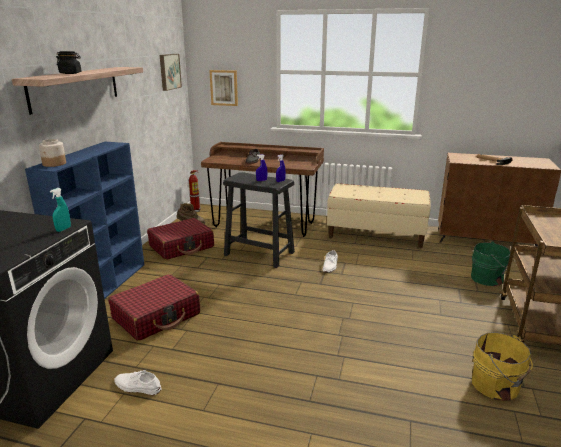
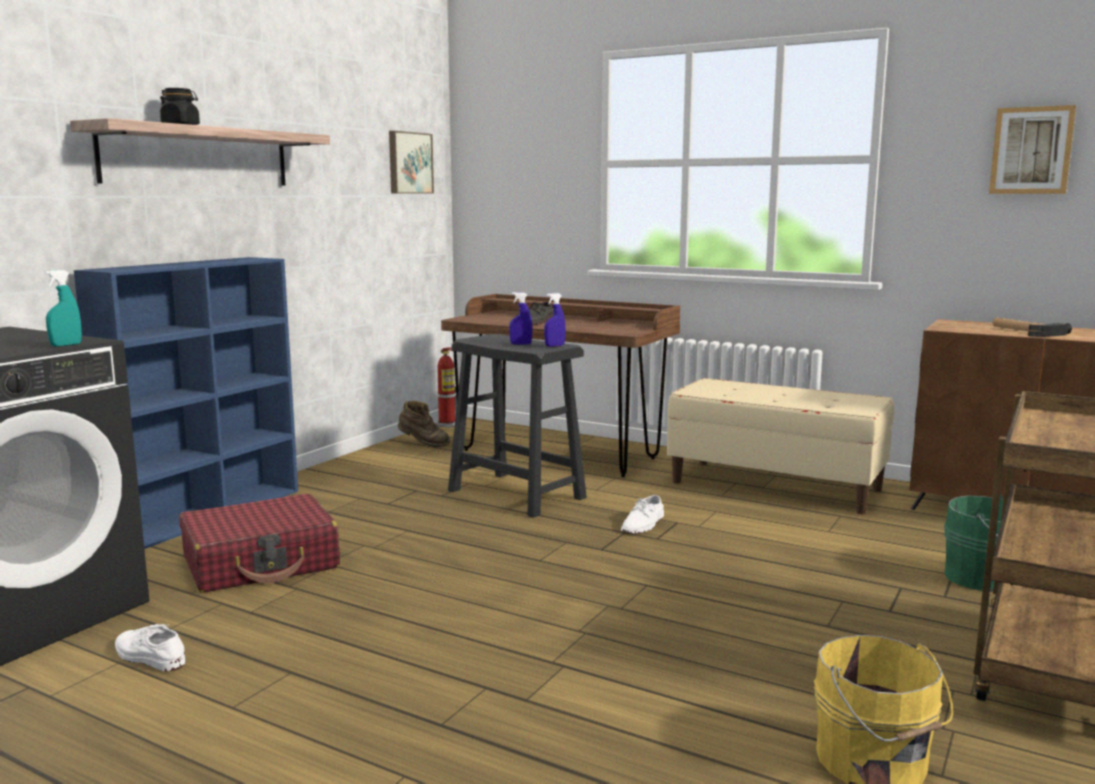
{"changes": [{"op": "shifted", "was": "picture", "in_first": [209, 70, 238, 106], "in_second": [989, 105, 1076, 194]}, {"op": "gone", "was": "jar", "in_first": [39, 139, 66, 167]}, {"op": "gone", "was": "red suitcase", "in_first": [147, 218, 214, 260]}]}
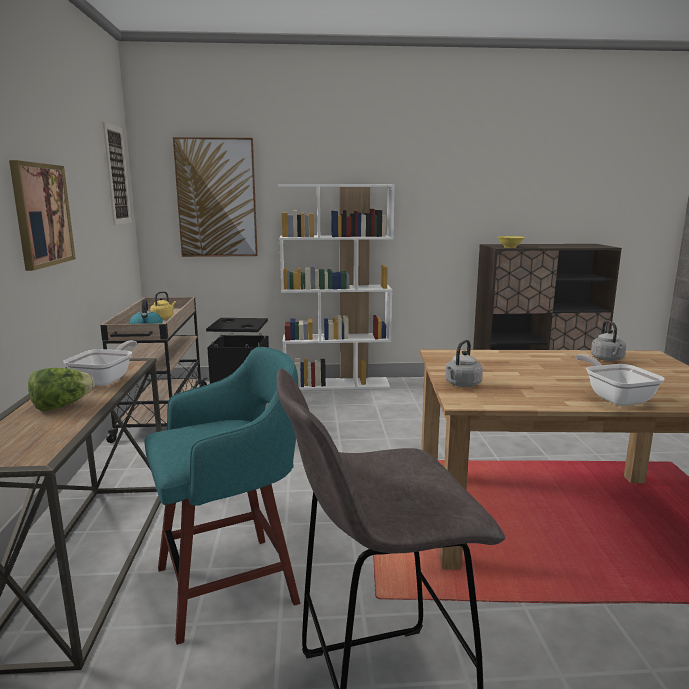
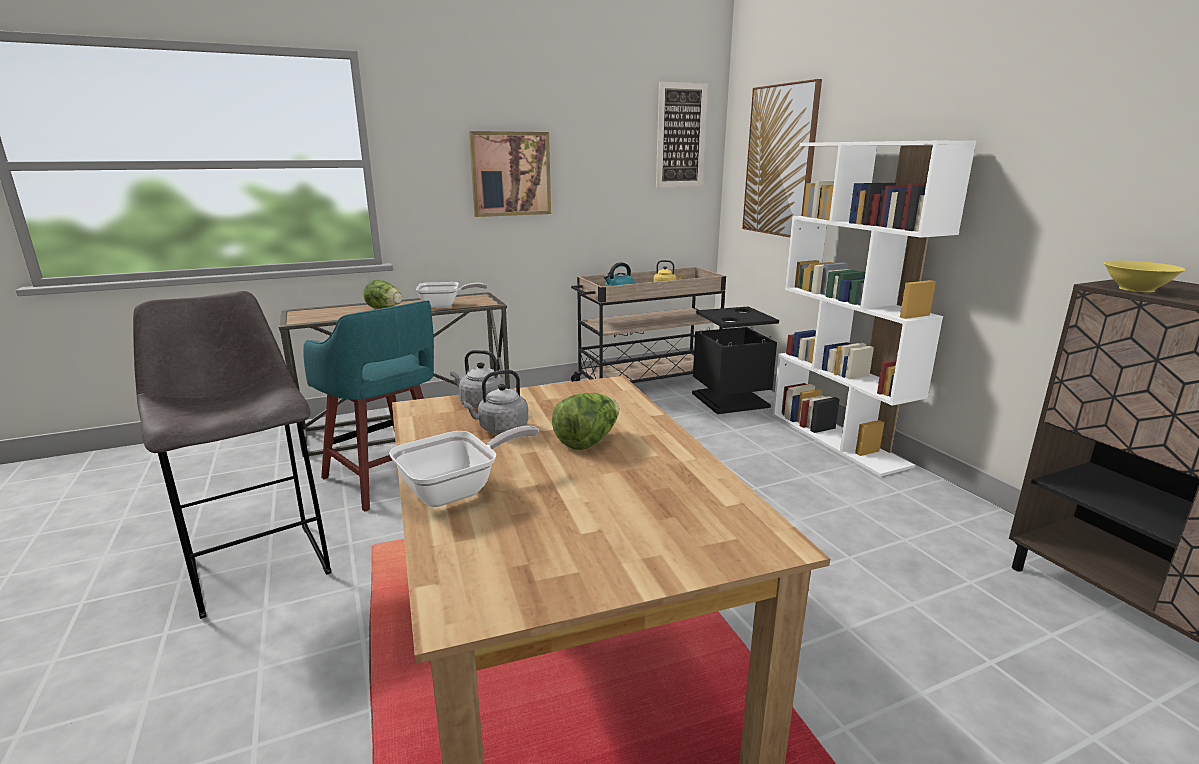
{"changes": [{"op": "shifted", "was": "grey kettle", "in_first": [591, 320, 626, 361], "in_second": [462, 370, 529, 434]}, {"op": "new", "now": "lettuce", "in_second": [552, 393, 619, 450]}]}
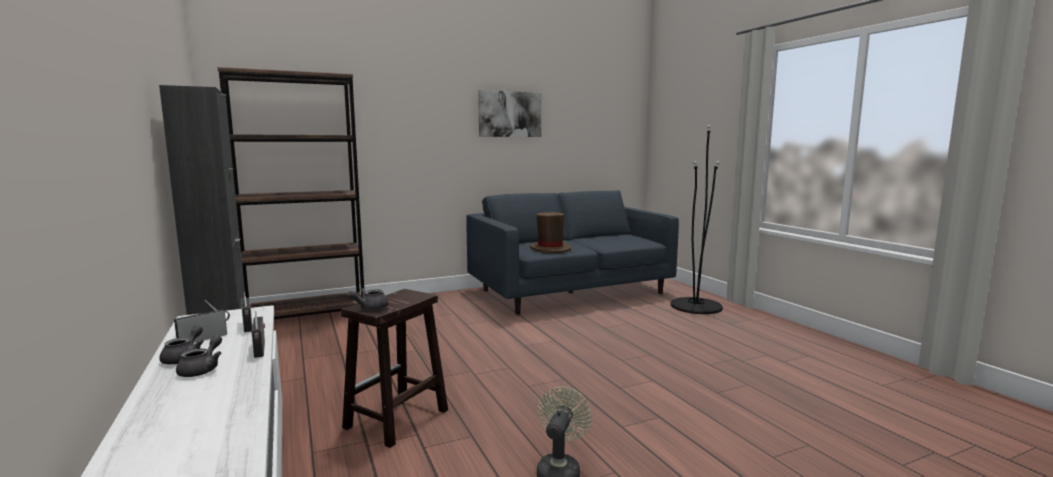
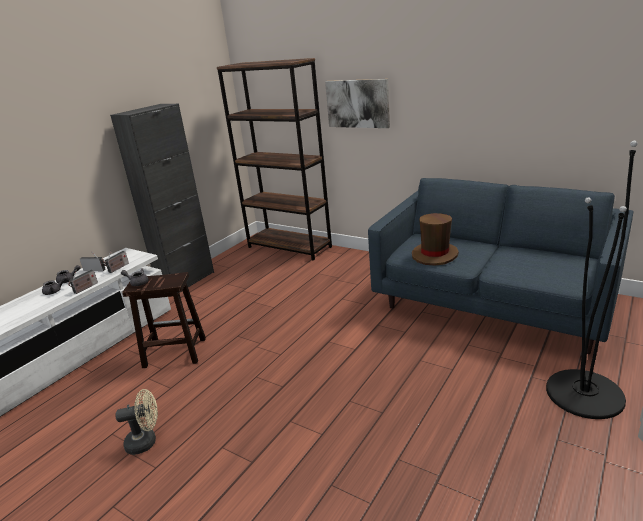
{"changes": [{"op": "shifted", "was": "picture", "in_first": [478, 90, 541, 137], "in_second": [325, 79, 390, 128]}]}
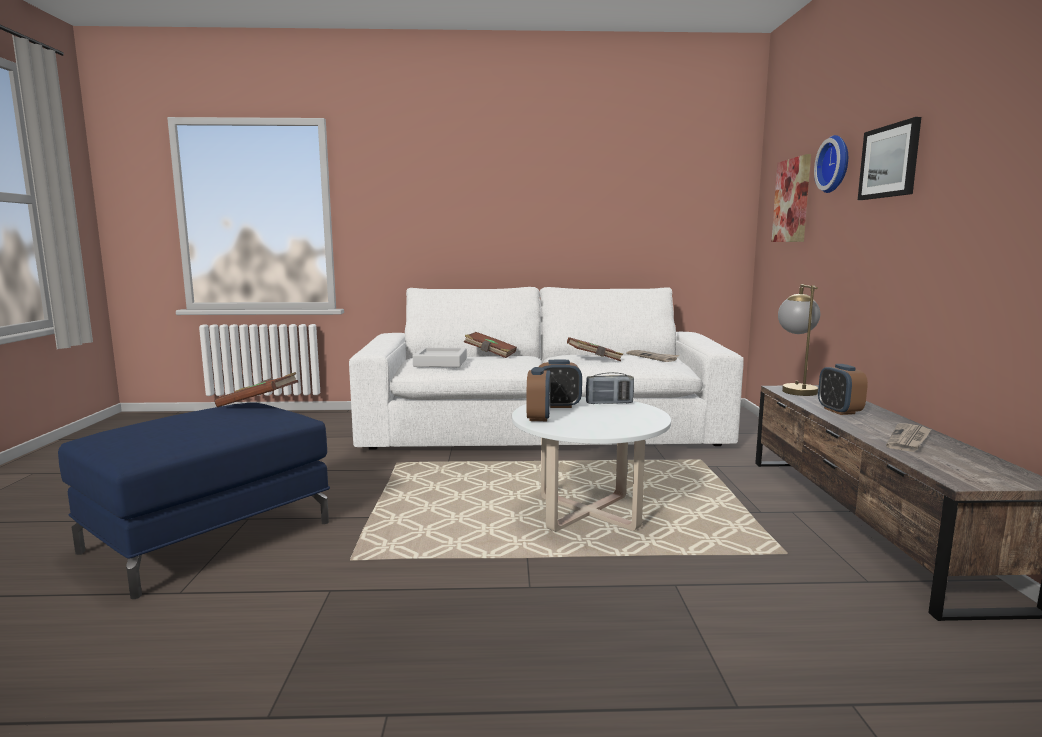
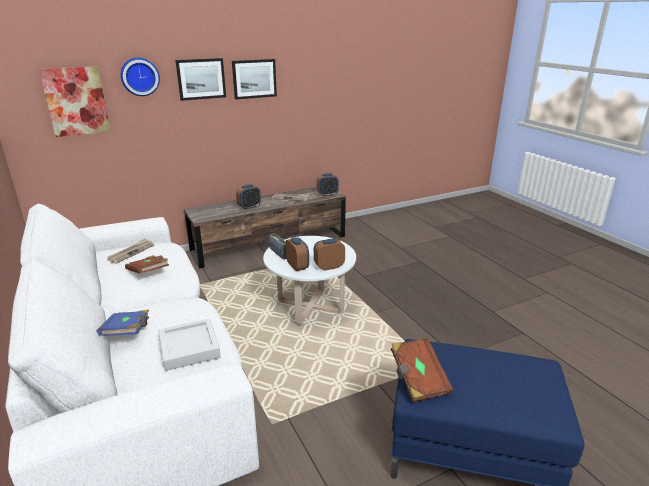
{"changes": [{"op": "repainted", "was": "brown book", "now": "blue book", "in_first": [464, 332, 517, 358], "in_second": [97, 310, 149, 337]}, {"op": "new", "now": "picture", "in_second": [232, 59, 277, 100]}, {"op": "new", "now": "alarm clock", "in_second": [316, 173, 339, 197]}, {"op": "gone", "was": "table lamp", "in_first": [778, 284, 820, 396]}]}
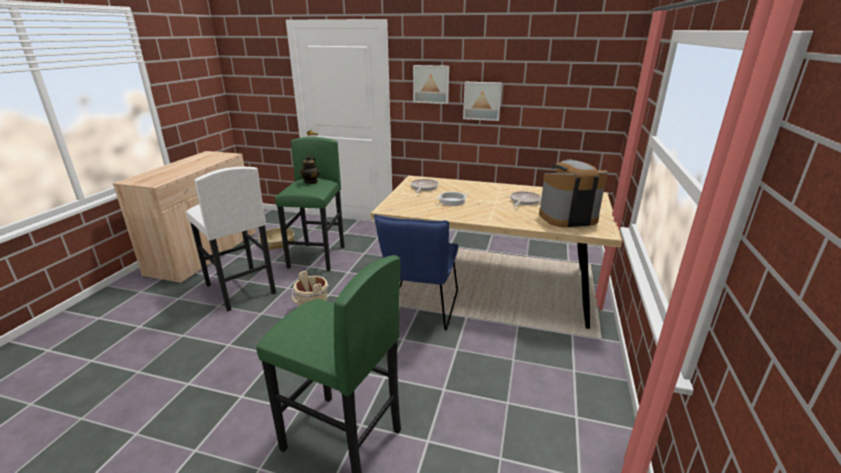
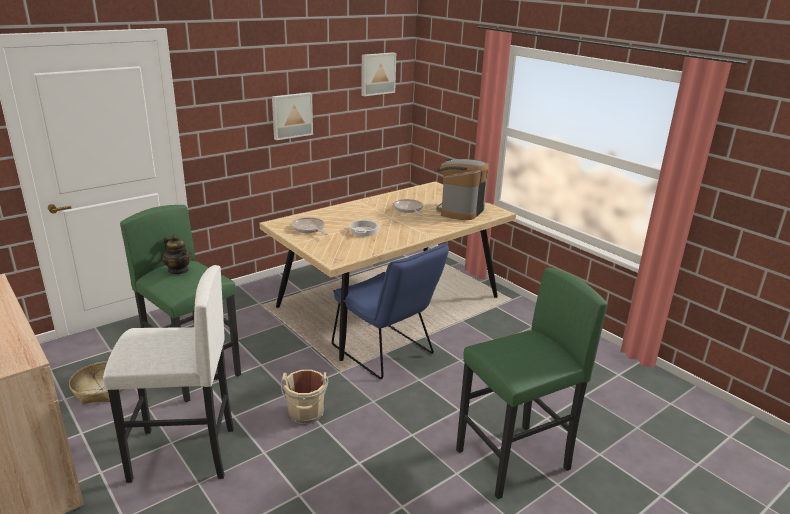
{"changes": [{"op": "shifted", "was": "picture", "in_first": [413, 65, 449, 104], "in_second": [361, 52, 396, 96]}]}
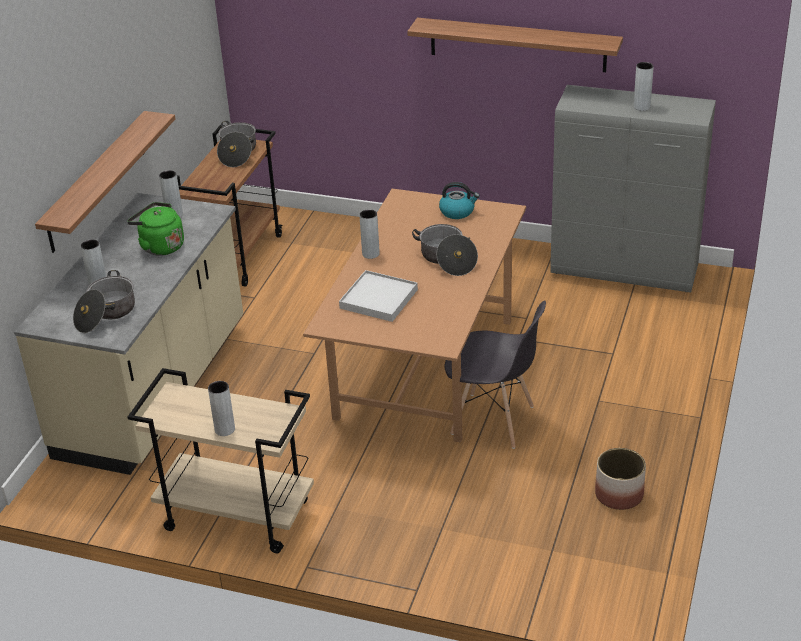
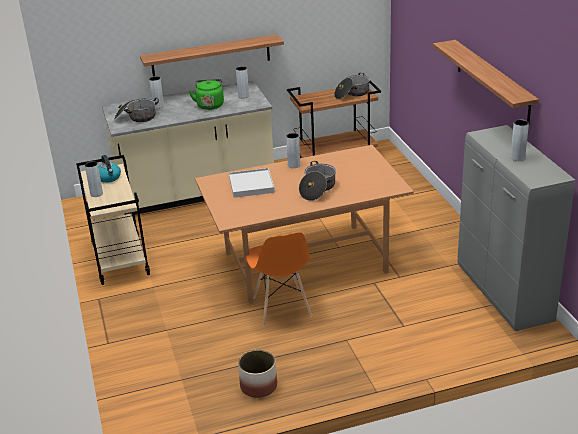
{"changes": [{"op": "shifted", "was": "kettle", "in_first": [439, 182, 480, 219], "in_second": [98, 155, 121, 183]}, {"op": "repainted", "was": "grey chair", "now": "orange chair", "in_first": [444, 300, 546, 449], "in_second": [246, 232, 312, 326]}]}
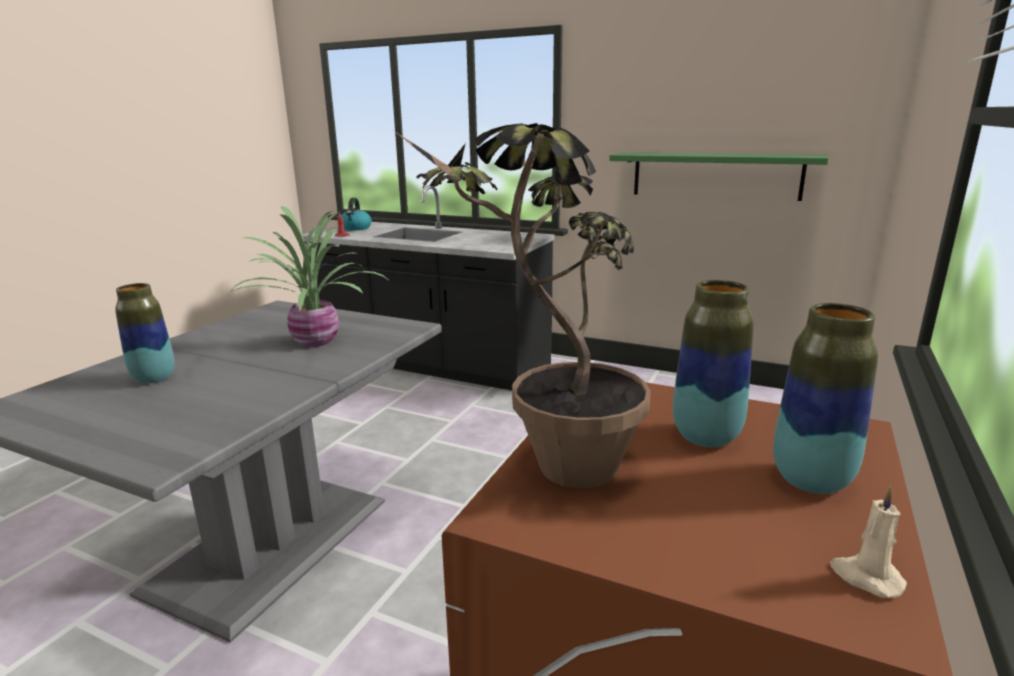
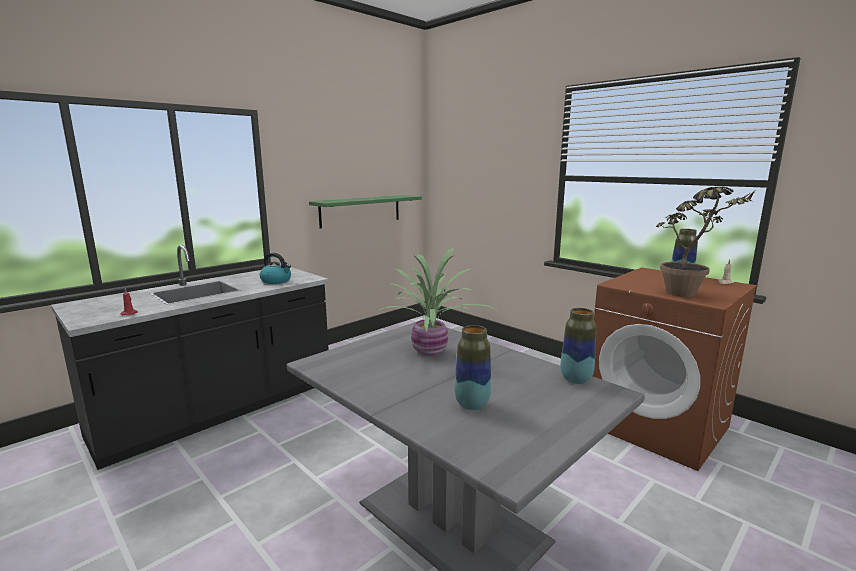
{"changes": [{"op": "shifted", "was": "kettle", "in_first": [341, 198, 372, 230], "in_second": [259, 253, 291, 284]}, {"op": "shifted", "was": "vase", "in_first": [673, 280, 754, 447], "in_second": [560, 308, 596, 384]}]}
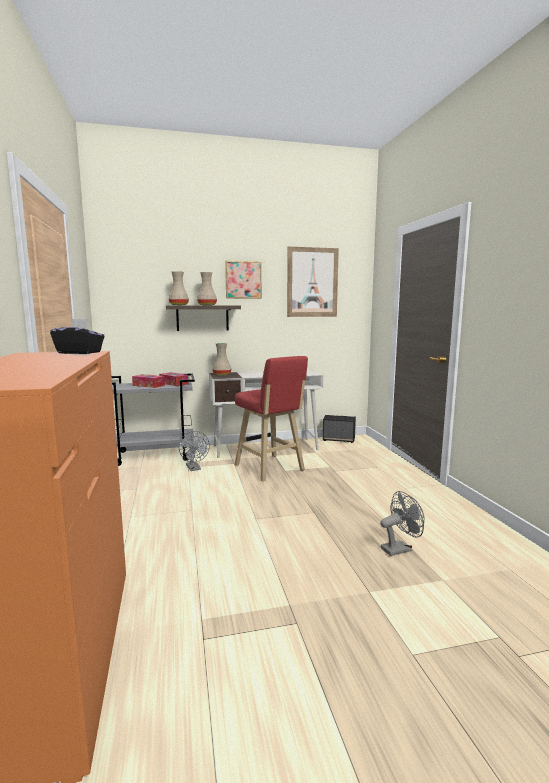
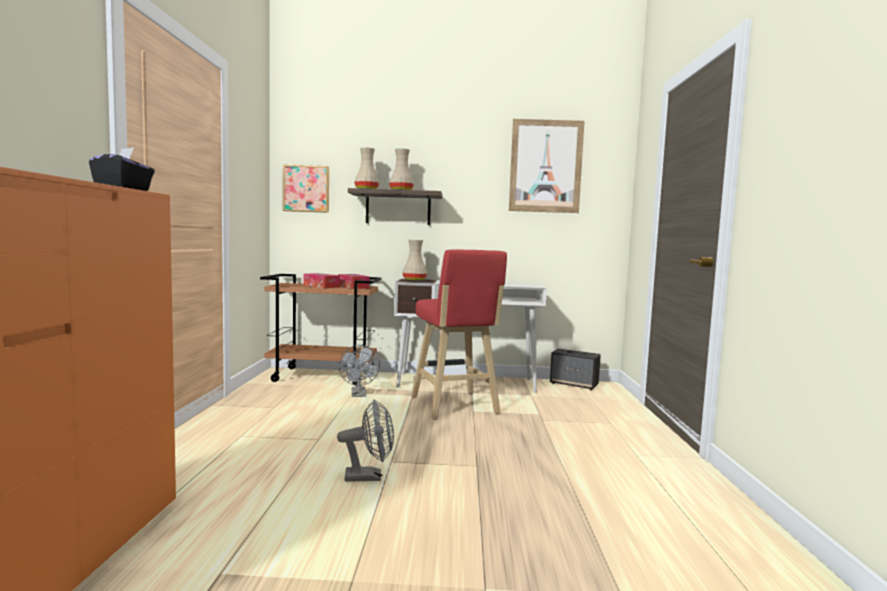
{"changes": [{"op": "repainted", "was": "grey cart", "now": "brown cart", "in_first": [112, 373, 195, 466], "in_second": [260, 274, 381, 385]}, {"op": "shifted", "was": "picture", "in_first": [225, 261, 262, 299], "in_second": [283, 165, 329, 213]}, {"op": "shifted", "was": "grey fan", "in_first": [380, 491, 425, 556], "in_second": [337, 400, 394, 482]}]}
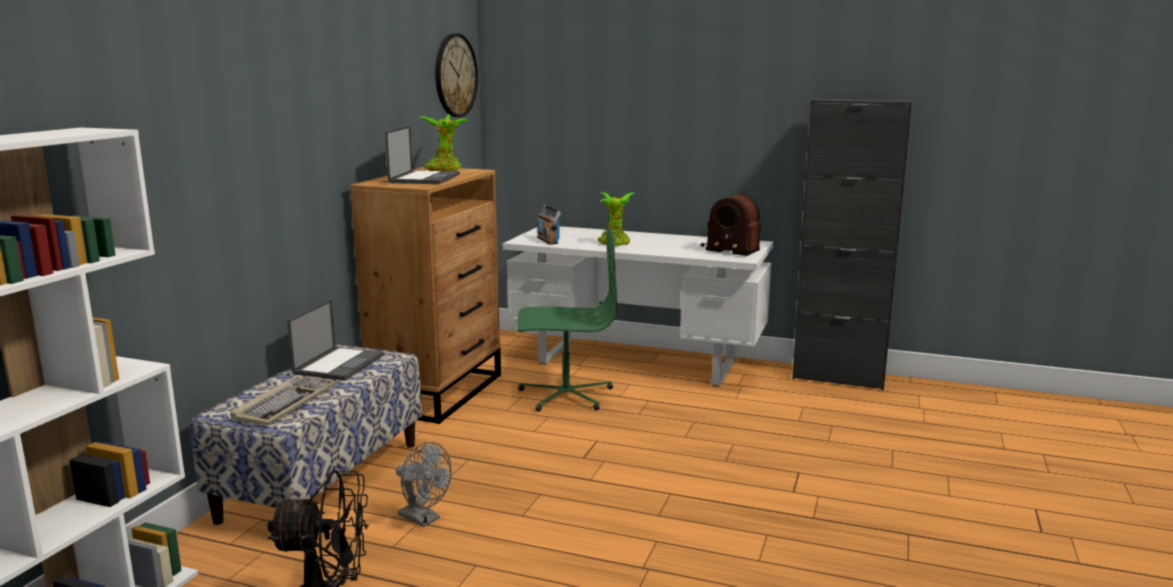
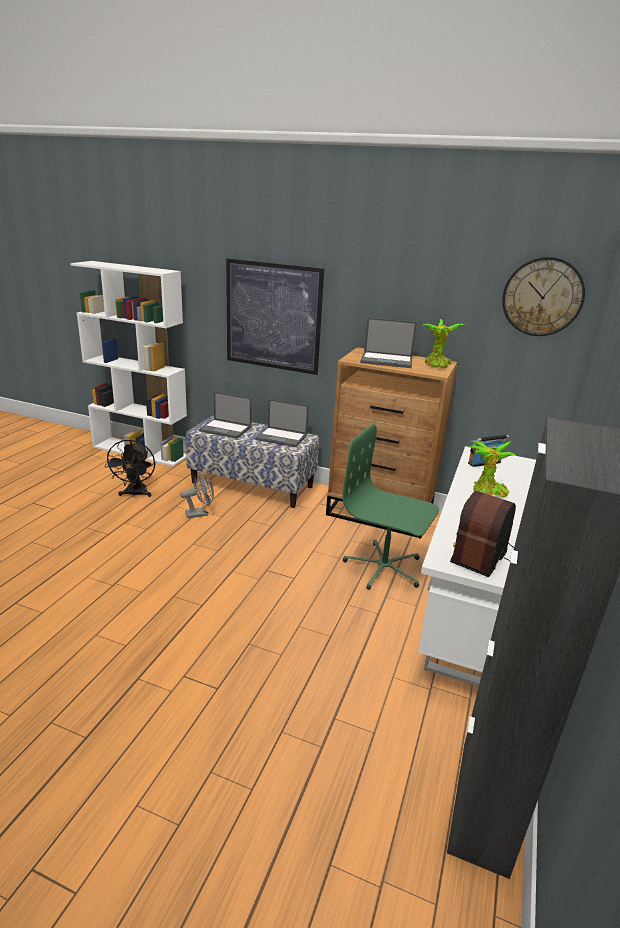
{"changes": [{"op": "rotated", "was": "grey fan", "in_first": [396, 442, 451, 527], "in_second": [180, 472, 214, 518], "clockwise": -150}, {"op": "swapped", "was": "keyboard", "now": "laptop", "in_first": [230, 375, 337, 425], "in_second": [198, 392, 252, 439]}, {"op": "new", "now": "picture", "in_second": [226, 258, 324, 375]}, {"op": "rotated", "was": "green office chair", "in_first": [517, 227, 617, 412], "in_second": [342, 424, 439, 590], "clockwise": 120}]}
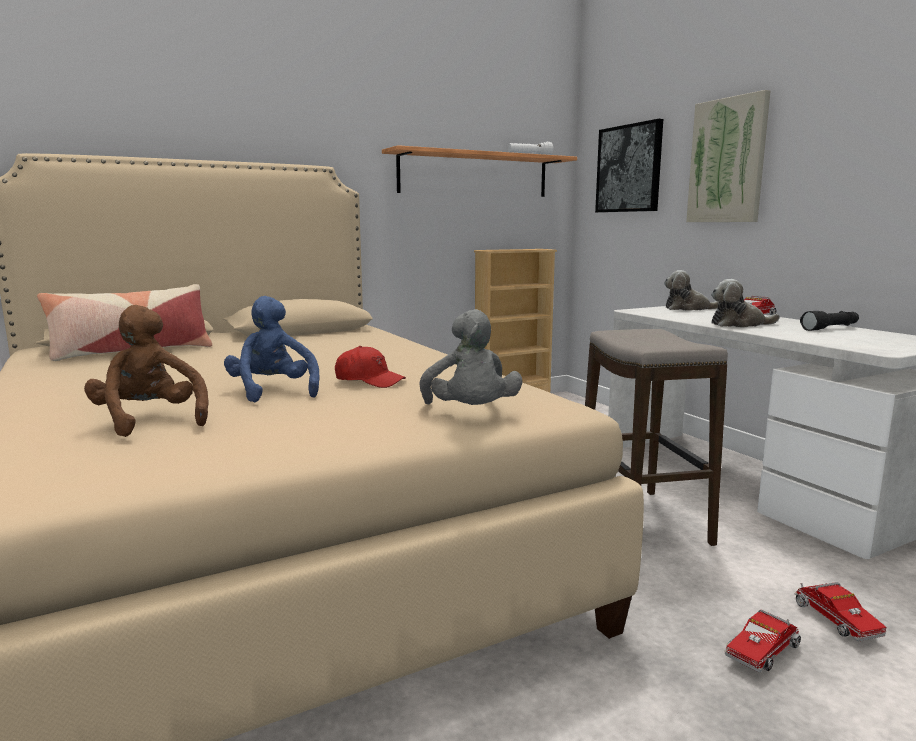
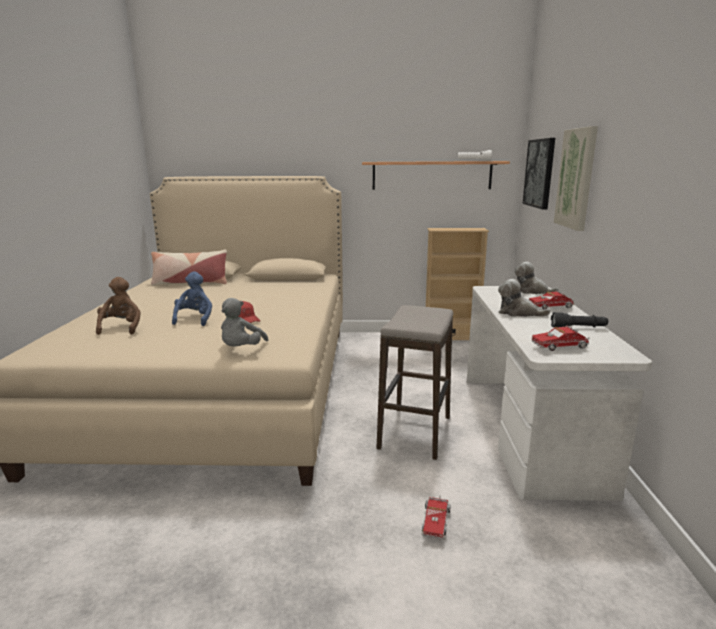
{"changes": [{"op": "shifted", "was": "toy truck", "in_first": [725, 610, 801, 673], "in_second": [532, 325, 590, 351]}]}
